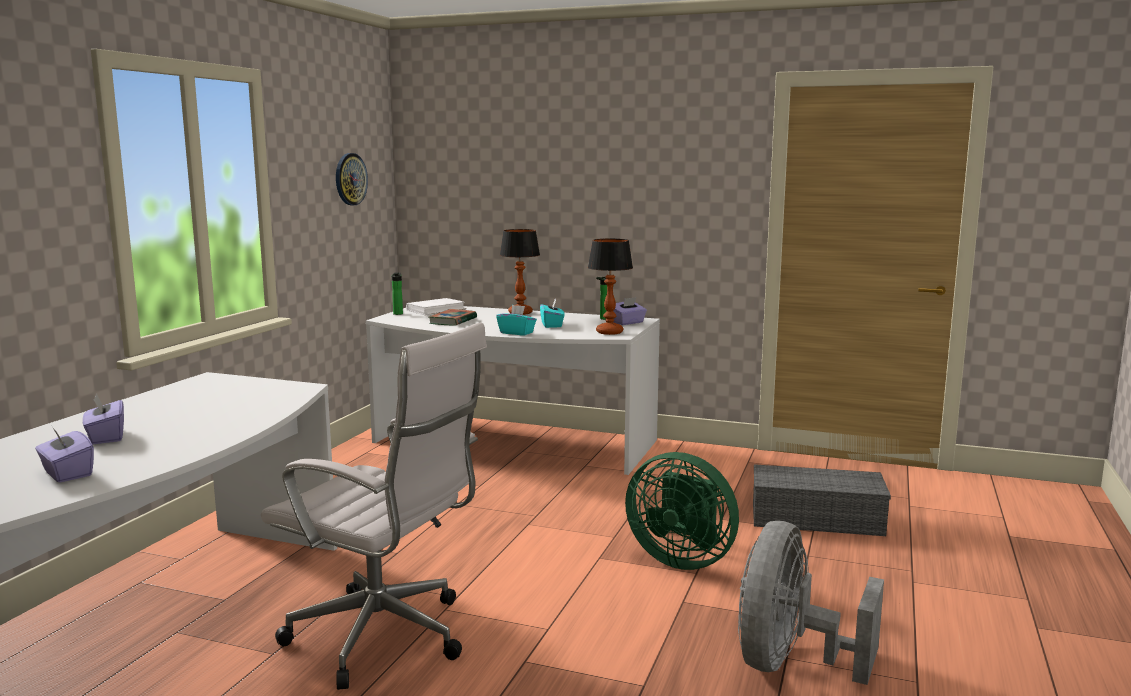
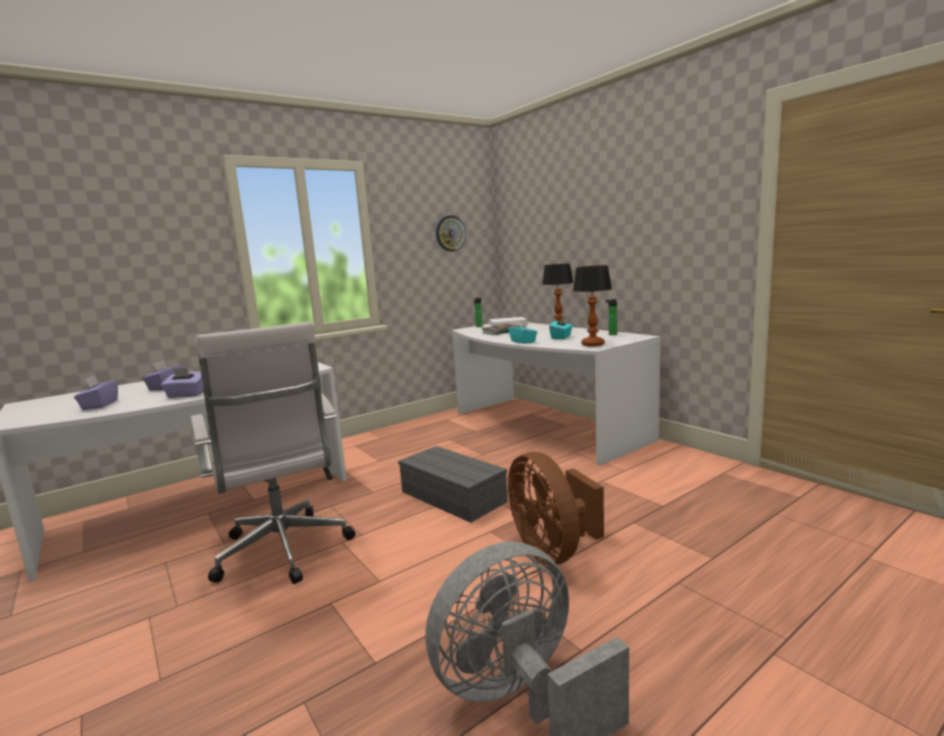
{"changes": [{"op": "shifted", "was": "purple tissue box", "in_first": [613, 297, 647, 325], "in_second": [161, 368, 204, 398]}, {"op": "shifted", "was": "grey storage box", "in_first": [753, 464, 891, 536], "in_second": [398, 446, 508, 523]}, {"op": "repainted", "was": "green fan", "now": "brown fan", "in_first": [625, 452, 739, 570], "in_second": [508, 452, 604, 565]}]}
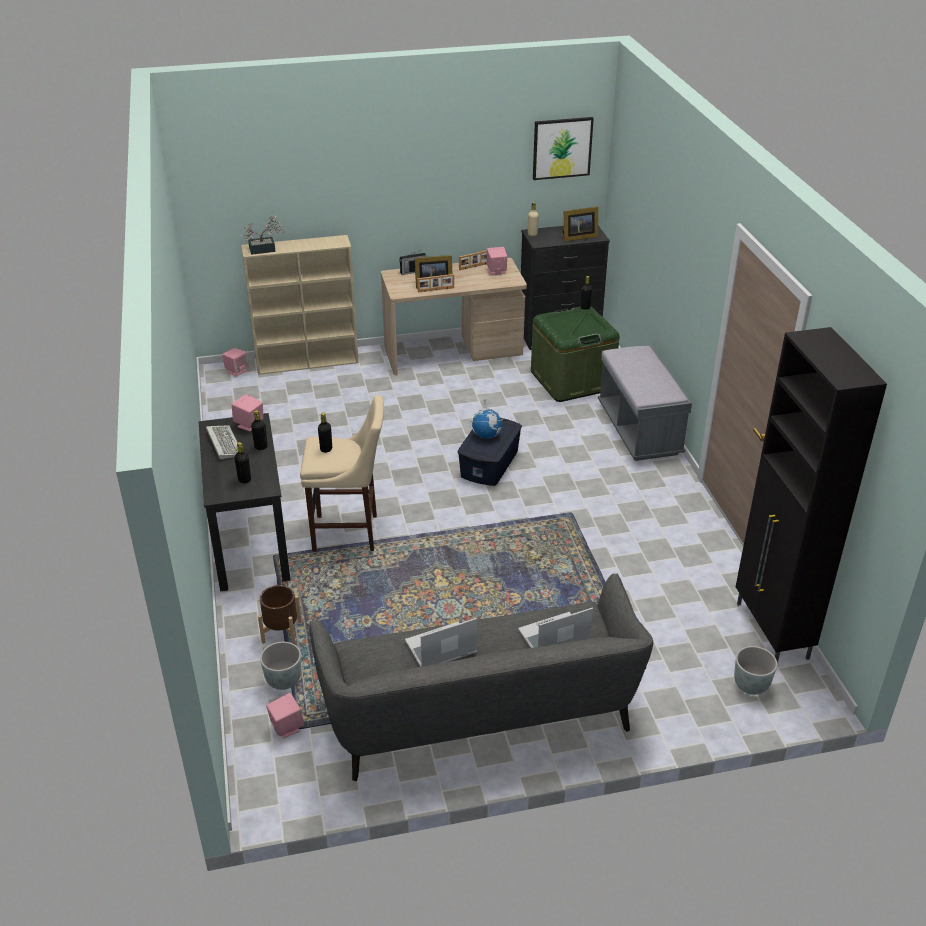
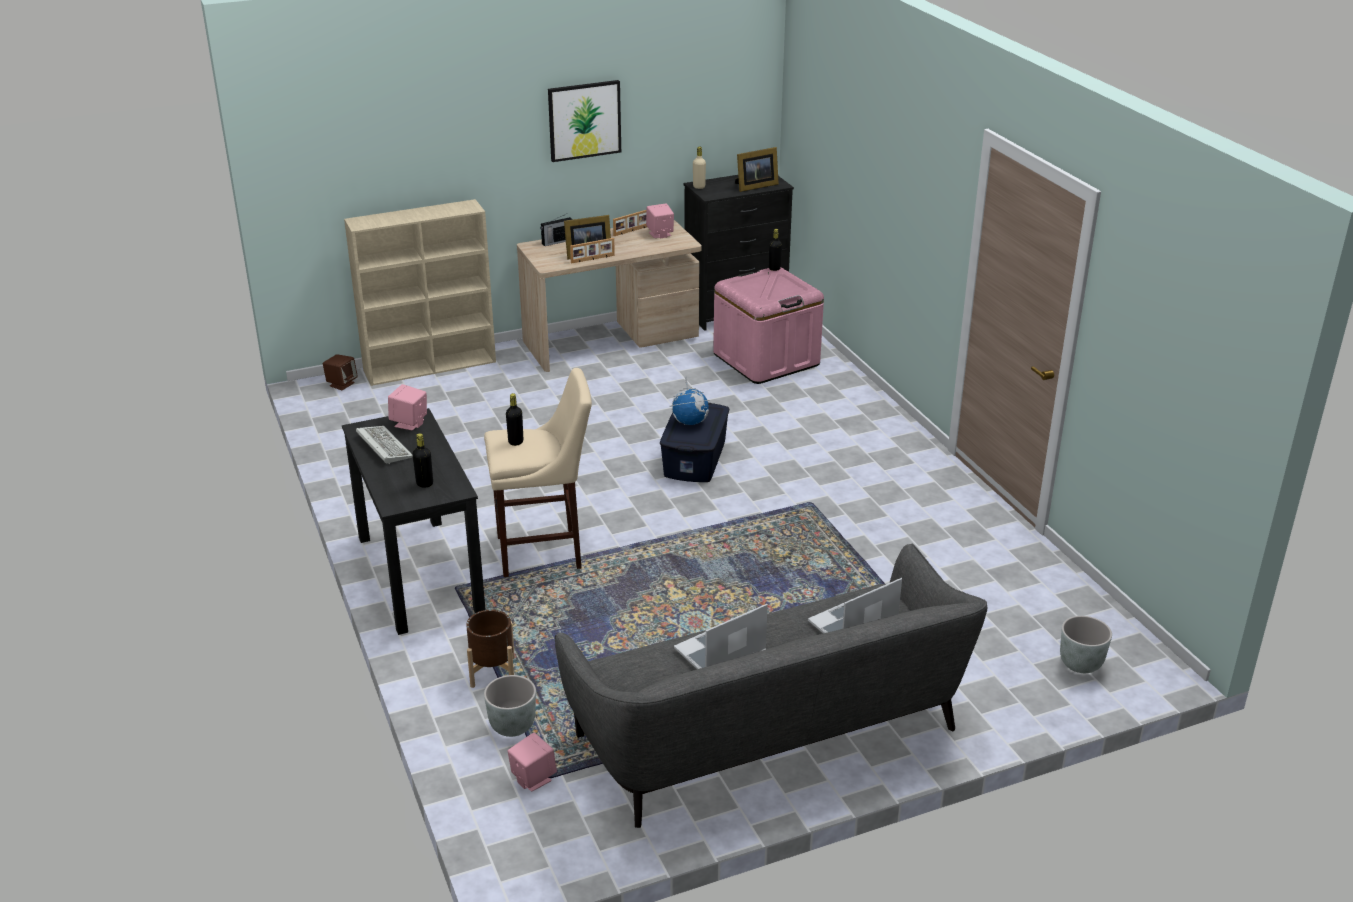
{"changes": [{"op": "repainted", "was": "pink speaker", "now": "brown speaker", "in_first": [222, 348, 249, 377], "in_second": [323, 354, 358, 390]}, {"op": "shifted", "was": "picture", "in_first": [533, 117, 594, 180], "in_second": [548, 80, 621, 162]}, {"op": "repainted", "was": "green storage box", "now": "pink storage box", "in_first": [531, 306, 619, 402], "in_second": [713, 267, 824, 384]}, {"op": "gone", "was": "potted plant", "in_first": [241, 215, 284, 255]}, {"op": "gone", "was": "black bottle", "in_first": [251, 410, 268, 450]}, {"op": "gone", "was": "grey bench", "in_first": [598, 345, 692, 461]}, {"op": "gone", "was": "black cabinet", "in_first": [736, 327, 887, 664]}]}
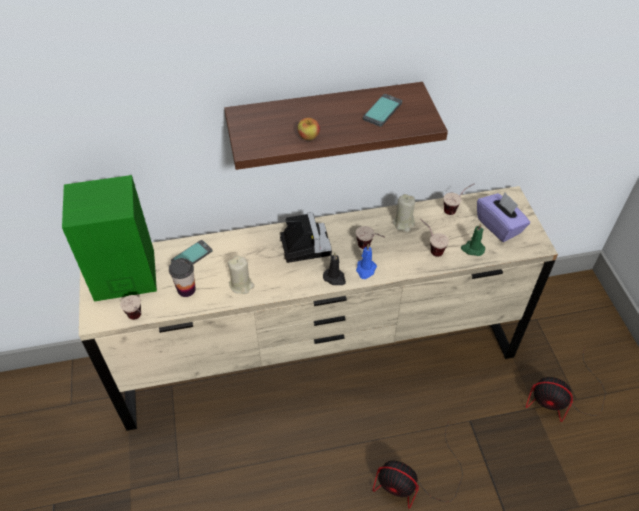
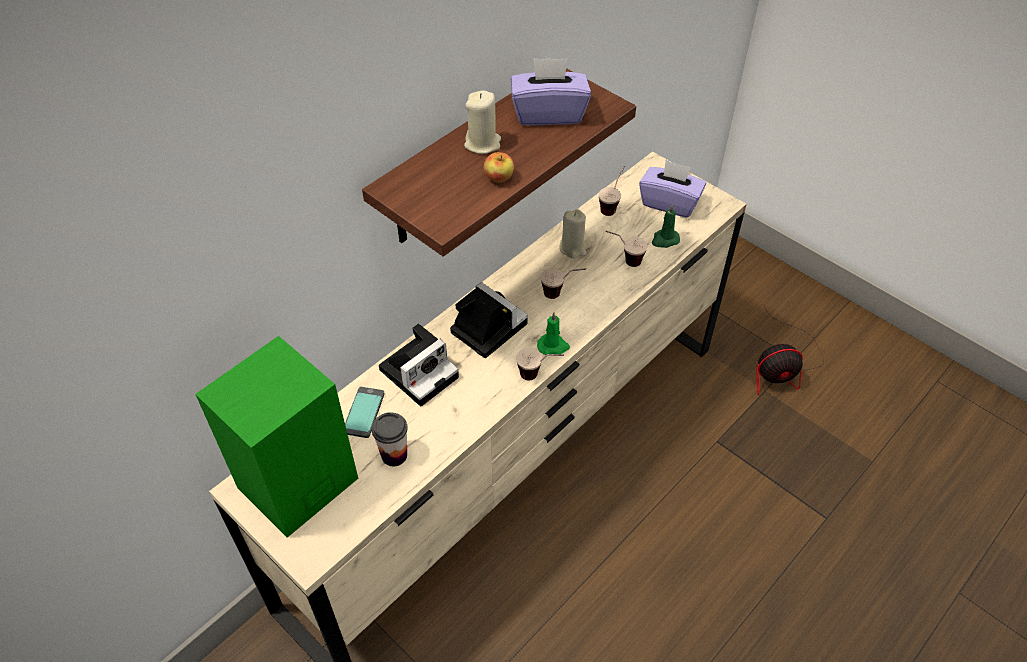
{"changes": [{"op": "new", "now": "photo camera", "in_second": [379, 323, 459, 406]}, {"op": "shifted", "was": "beige candle", "in_first": [228, 256, 255, 294], "in_second": [464, 91, 501, 154]}, {"op": "swapped", "was": "phone", "now": "purple tissue box", "in_first": [363, 94, 402, 127], "in_second": [511, 58, 591, 125]}, {"op": "shifted", "was": "cup", "in_first": [120, 295, 141, 320], "in_second": [516, 348, 564, 380]}, {"op": "repainted", "was": "black candle", "now": "green candle", "in_first": [323, 252, 346, 285], "in_second": [537, 312, 570, 355]}, {"op": "gone", "was": "blue candle", "in_first": [356, 244, 377, 279]}, {"op": "gone", "was": "fan", "in_first": [373, 422, 463, 508]}]}
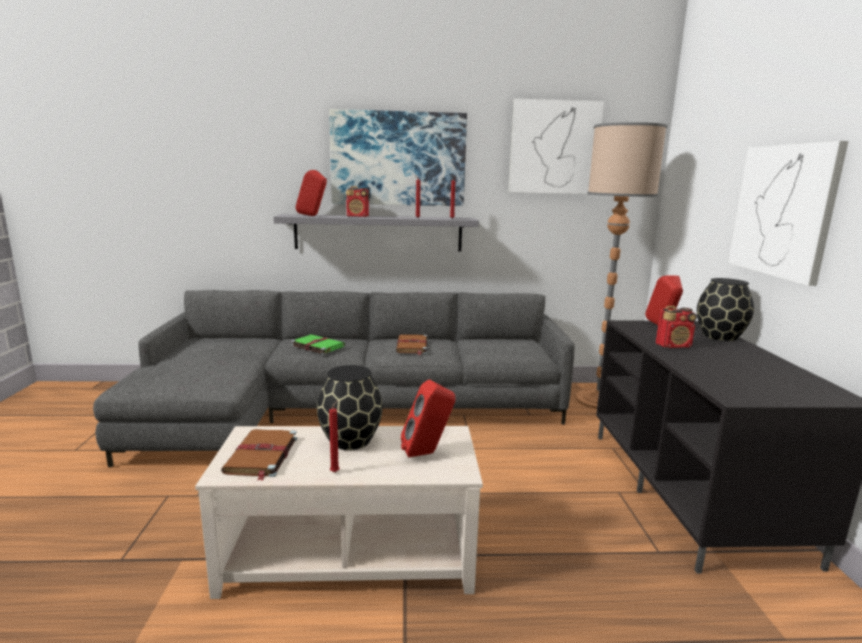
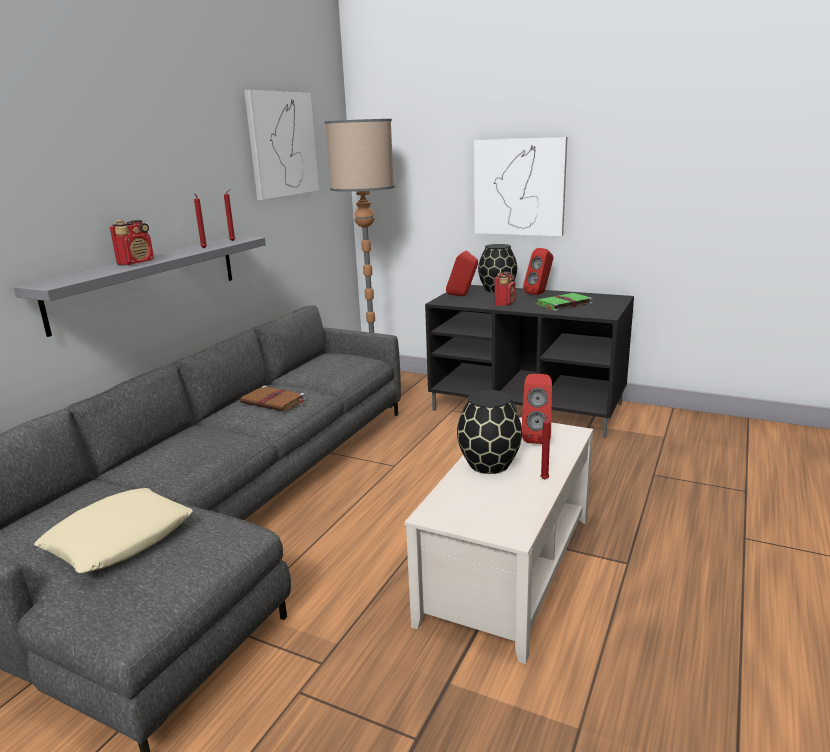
{"changes": [{"op": "new", "now": "beige pillow", "in_second": [34, 488, 192, 573]}, {"op": "shifted", "was": "red speaker", "in_first": [296, 170, 327, 216], "in_second": [523, 248, 554, 295]}, {"op": "shifted", "was": "green book", "in_first": [291, 334, 345, 355], "in_second": [535, 293, 592, 311]}, {"op": "gone", "was": "brown book", "in_first": [221, 429, 297, 481]}, {"op": "gone", "was": "picture", "in_first": [329, 109, 467, 206]}]}
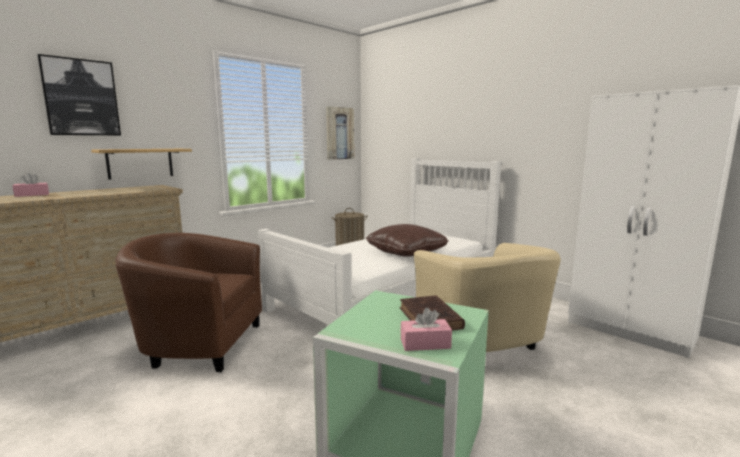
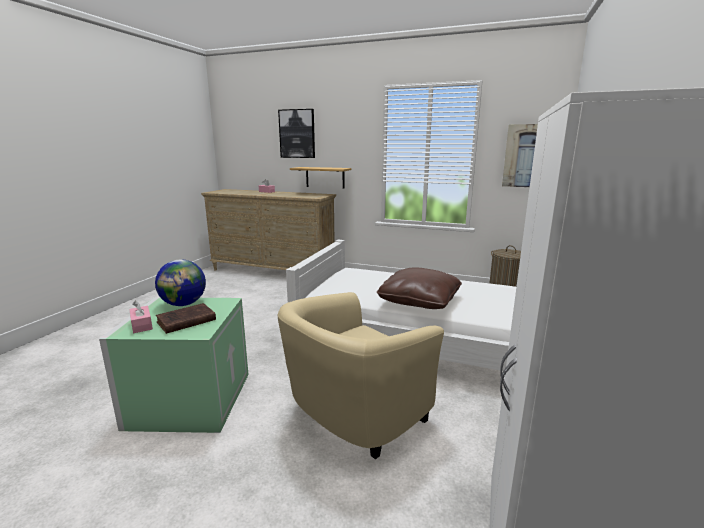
{"changes": [{"op": "new", "now": "globe", "in_second": [155, 260, 206, 306]}, {"op": "gone", "was": "brown armchair", "in_first": [115, 233, 262, 372]}]}
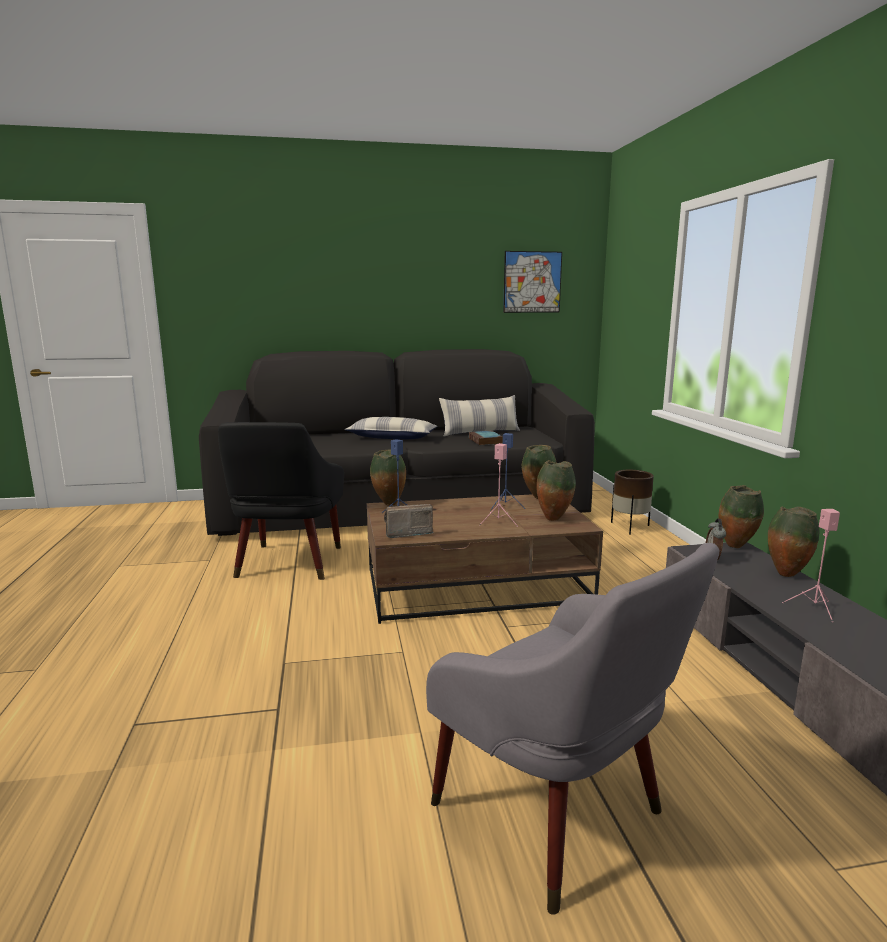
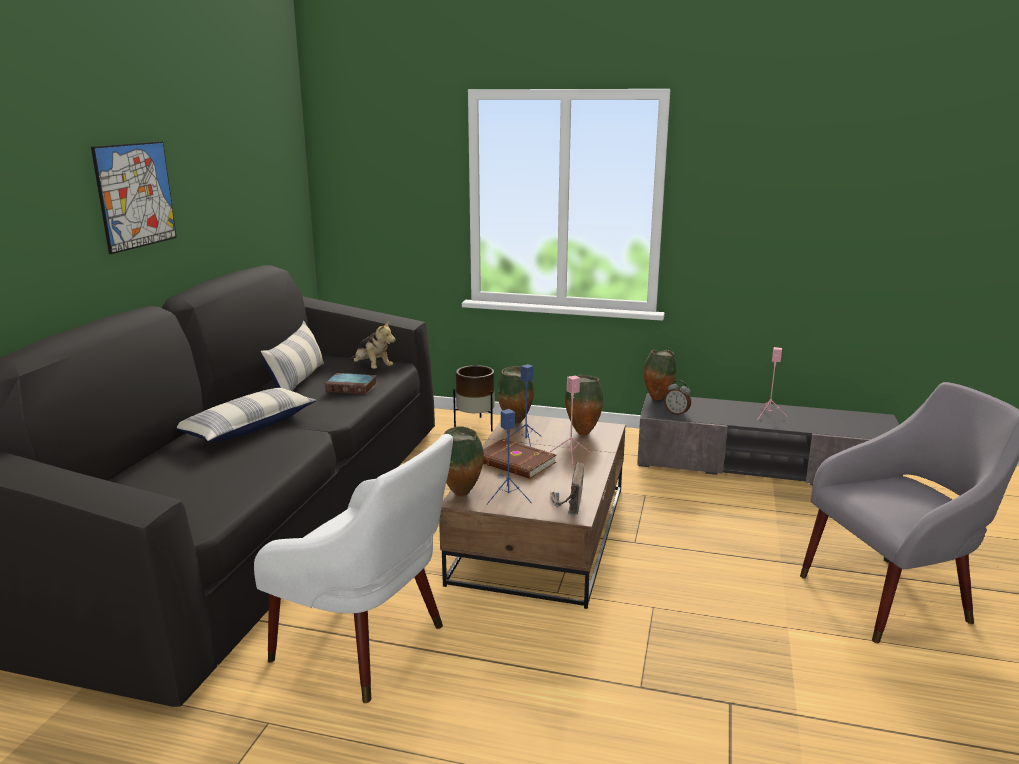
{"changes": [{"op": "shifted", "was": "picture", "in_first": [503, 251, 562, 313], "in_second": [91, 141, 177, 254]}, {"op": "repainted", "was": "black armchair", "now": "white armchair", "in_first": [218, 422, 344, 580], "in_second": [254, 434, 453, 703]}, {"op": "new", "now": "plush toy", "in_second": [350, 320, 396, 369]}, {"op": "new", "now": "brown book", "in_second": [483, 439, 556, 479]}, {"op": "gone", "was": "vase", "in_first": [768, 507, 819, 577]}]}
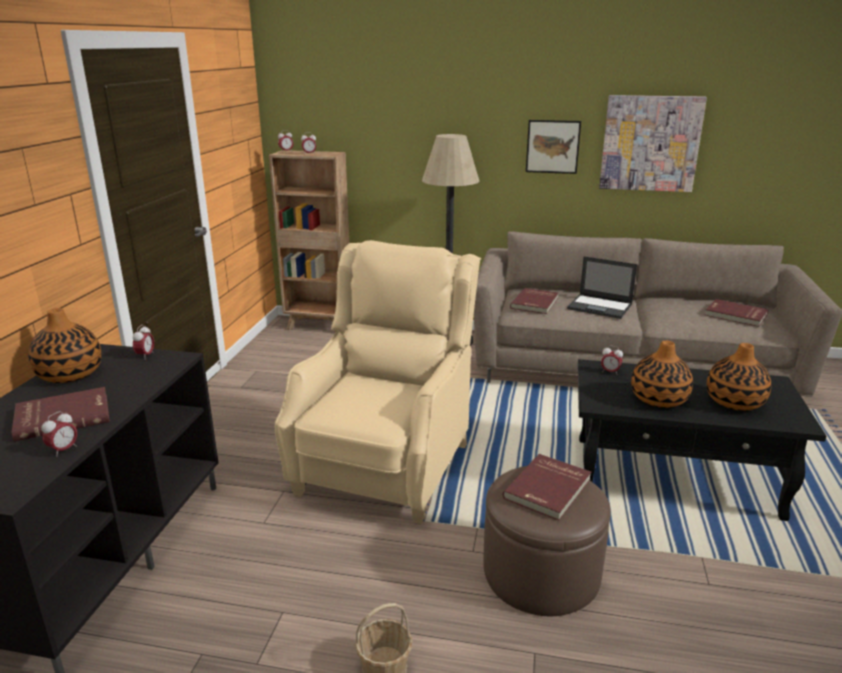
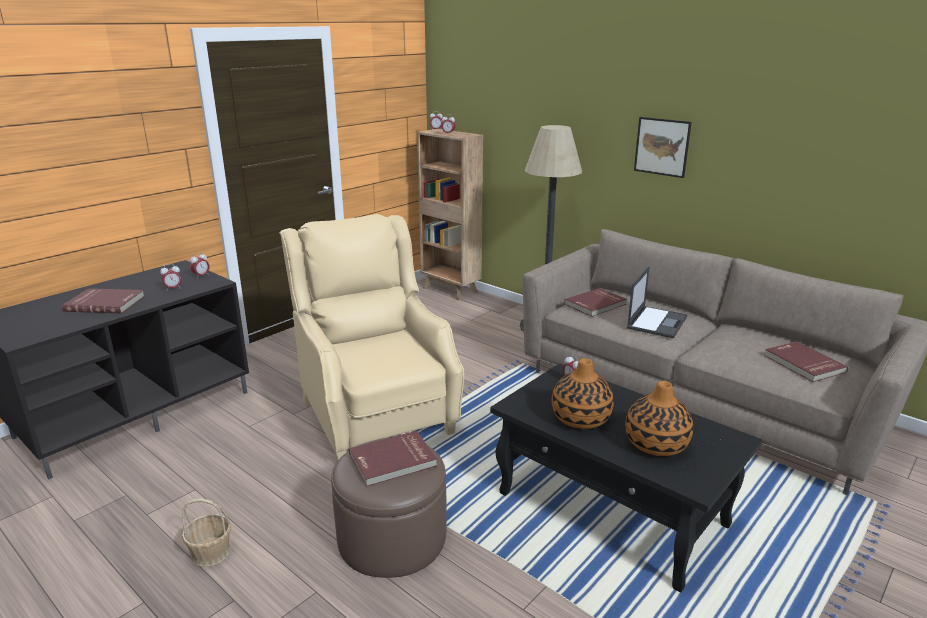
{"changes": [{"op": "shifted", "was": "alarm clock", "in_first": [41, 411, 77, 457], "in_second": [160, 264, 181, 291]}, {"op": "rotated", "was": "beige armchair", "in_first": [275, 240, 481, 524], "in_second": [279, 214, 464, 461], "clockwise": -75}, {"op": "rotated", "was": "laptop", "in_first": [567, 256, 637, 319], "in_second": [627, 266, 688, 338], "clockwise": -120}, {"op": "gone", "was": "vase", "in_first": [28, 308, 102, 383]}, {"op": "gone", "was": "picture", "in_first": [599, 95, 707, 192]}]}
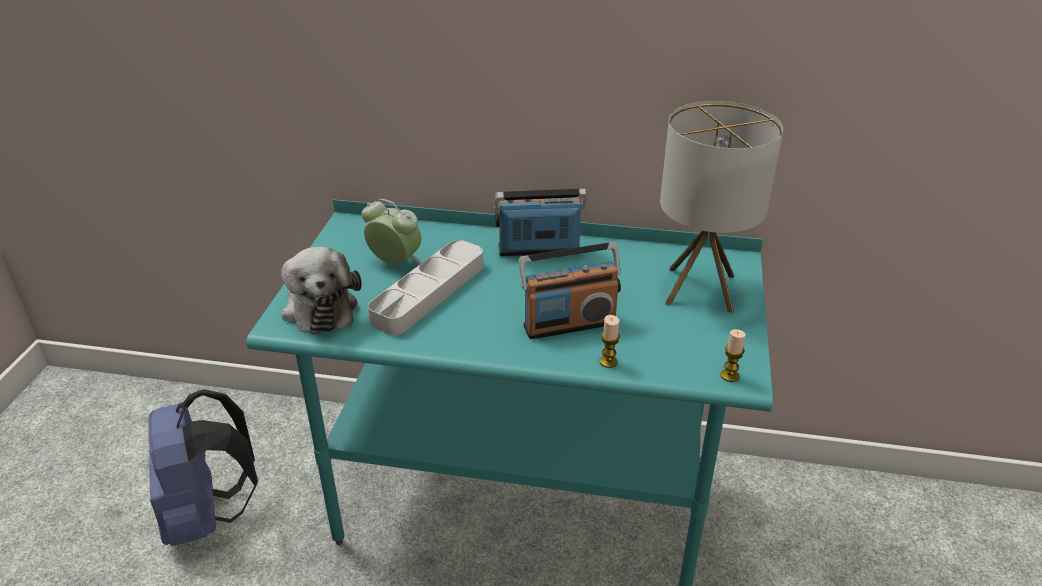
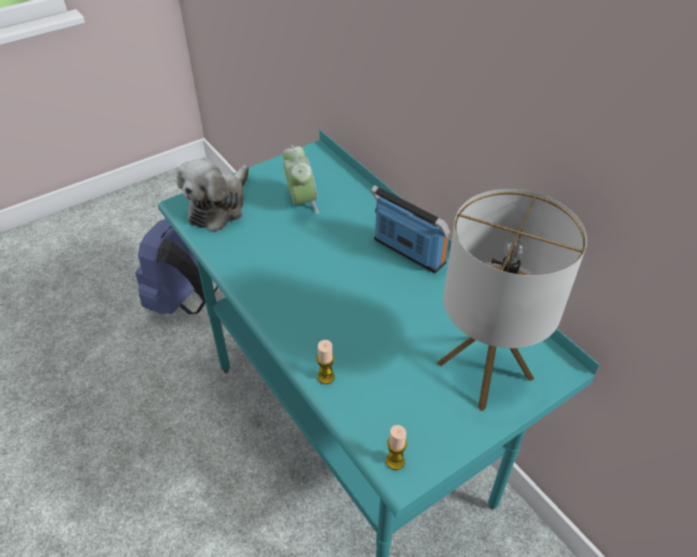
{"changes": [{"op": "gone", "was": "grey tray", "in_first": [368, 240, 483, 335]}, {"op": "gone", "was": "radio", "in_first": [519, 242, 621, 339]}]}
